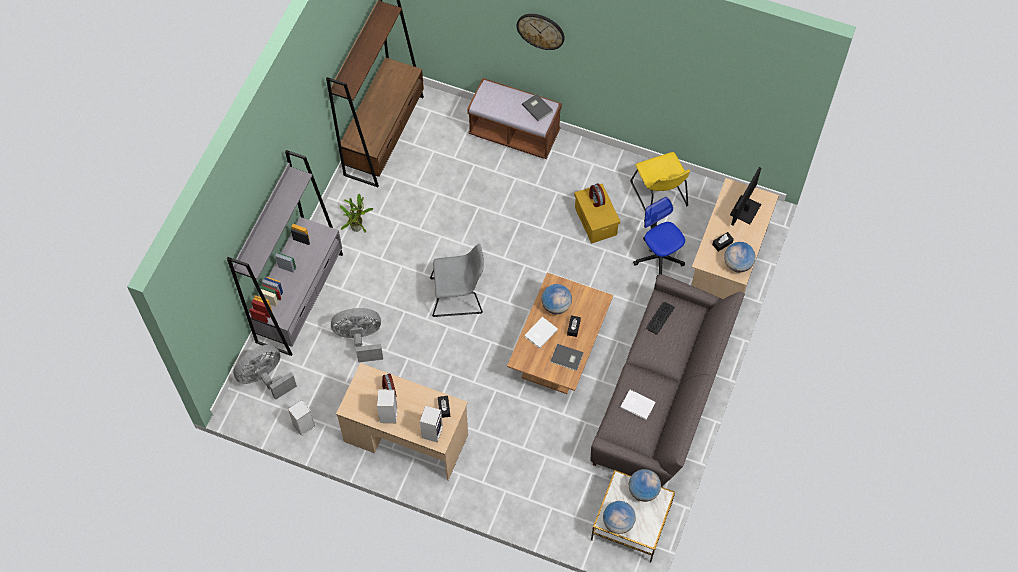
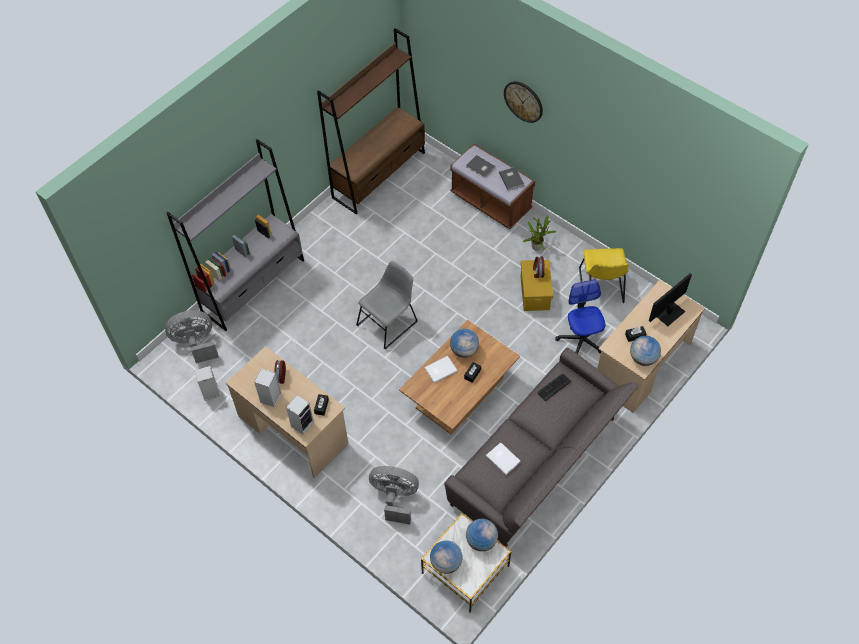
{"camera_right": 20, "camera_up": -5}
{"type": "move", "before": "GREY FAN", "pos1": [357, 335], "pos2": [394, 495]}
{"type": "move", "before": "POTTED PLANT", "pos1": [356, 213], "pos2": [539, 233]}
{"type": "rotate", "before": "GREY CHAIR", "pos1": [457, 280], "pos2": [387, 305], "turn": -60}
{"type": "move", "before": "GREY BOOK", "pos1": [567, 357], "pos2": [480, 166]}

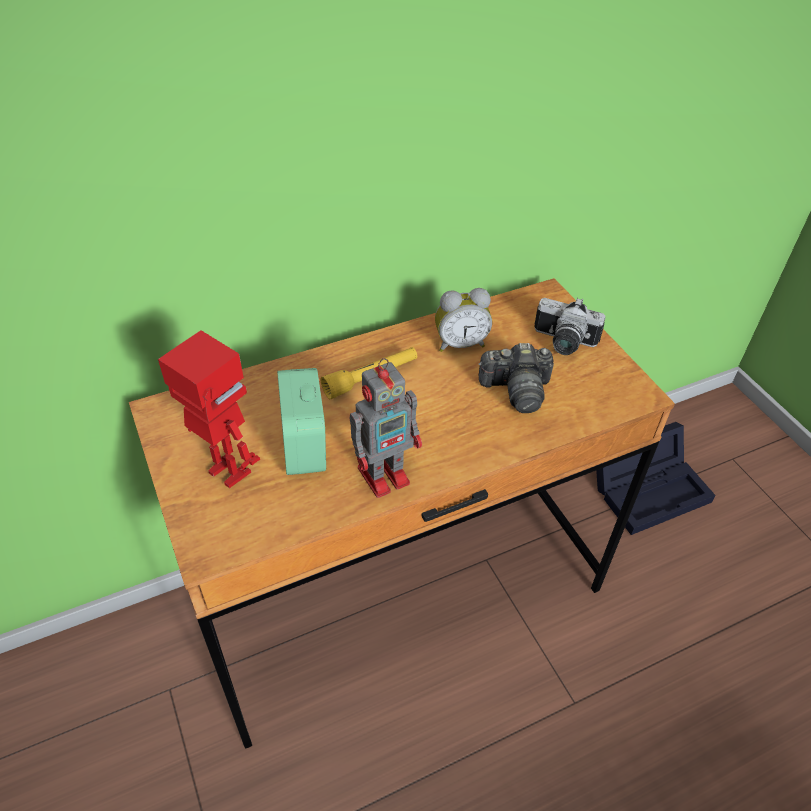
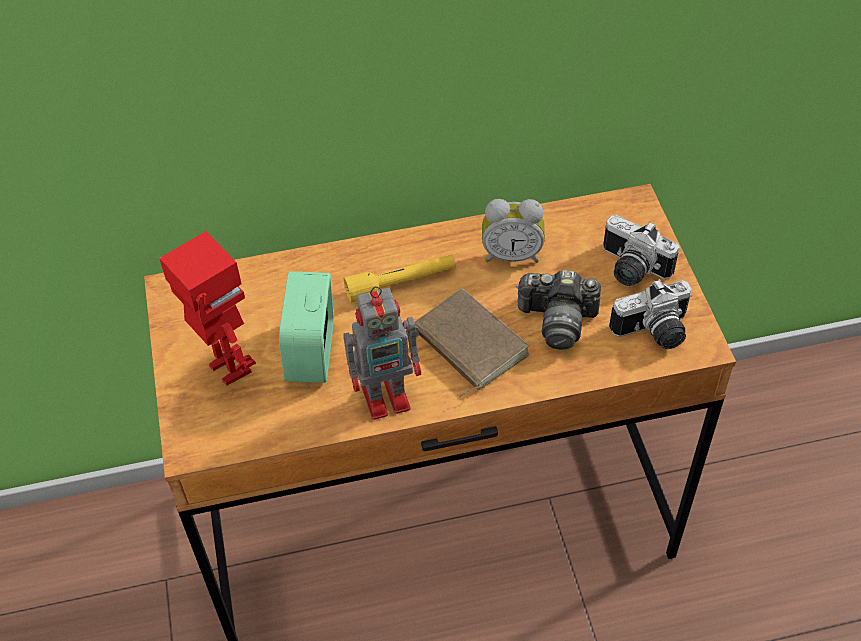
{"camera_right": 15, "camera_up": 5}
{"type": "delete", "before": "BLACK STORAGE BOX", "pos1": [656, 478]}
{"type": "insert", "after": "BROWN BOOK", "pos2": [472, 343]}
{"type": "insert", "after": "PHOTO CAMERA", "pos2": [650, 314]}

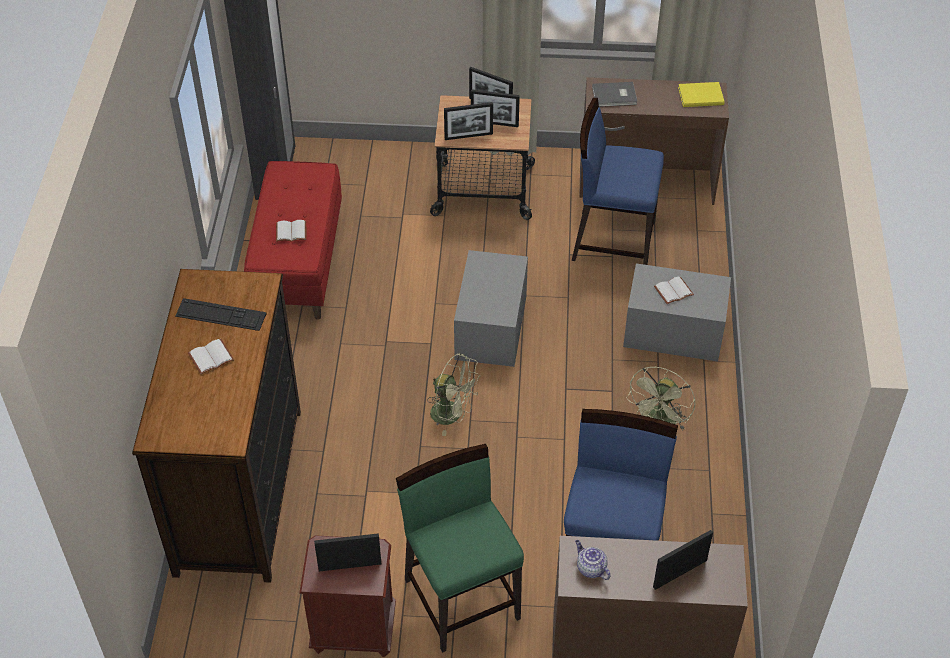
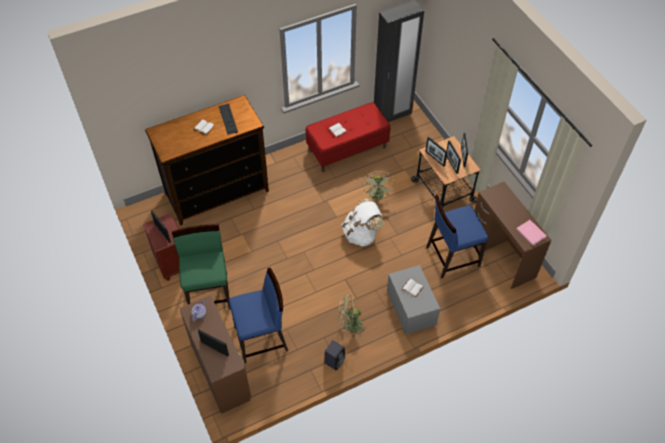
{"camera_right": 60, "camera_up": 5}
{"type": "rotate", "before": "GREEN CHAIR", "pos1": [460, 548], "pos2": [201, 267], "turn": -45}
{"type": "move", "before": "GREEN FAN", "pos1": [453, 394], "pos2": [378, 185]}
{"type": "replace", "before": "GREY STORAGE BOX", "after": "WHITE BACKPACK", "pos1": [491, 308], "pos2": [363, 223]}
{"type": "rotate", "before": "BLUE CHAIR", "pos1": [618, 181], "pos2": [457, 236], "turn": -90}
{"type": "delete", "before": "GREY BOOK", "pos1": [614, 94]}
{"type": "recolor", "before": "YELLOW BOOK", "after": "PINK BOOK", "pos1": [701, 94], "pos2": [531, 233]}
{"type": "insert", "after": "BLACK SPEAKER", "pos2": [335, 355]}

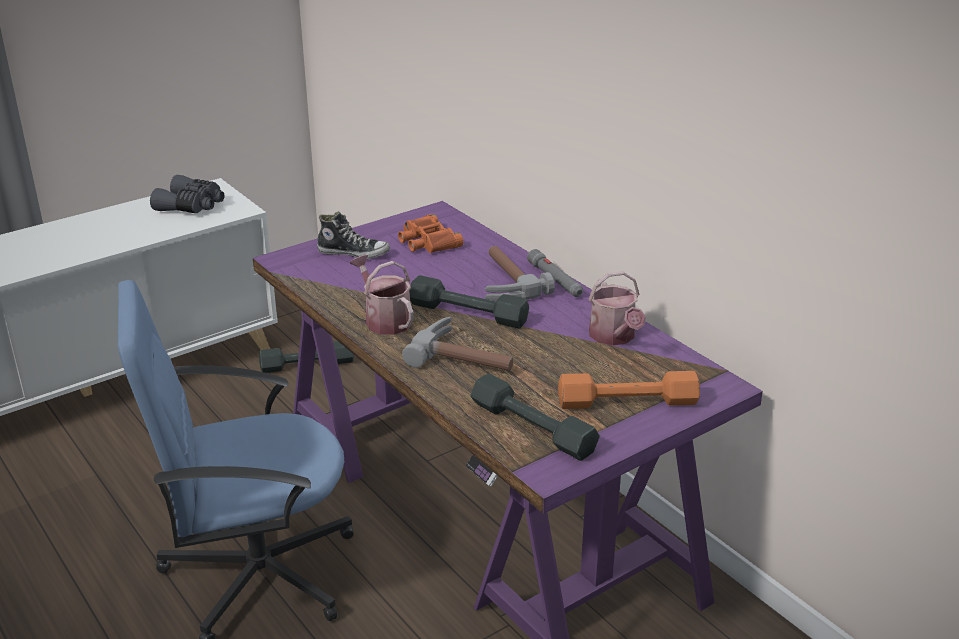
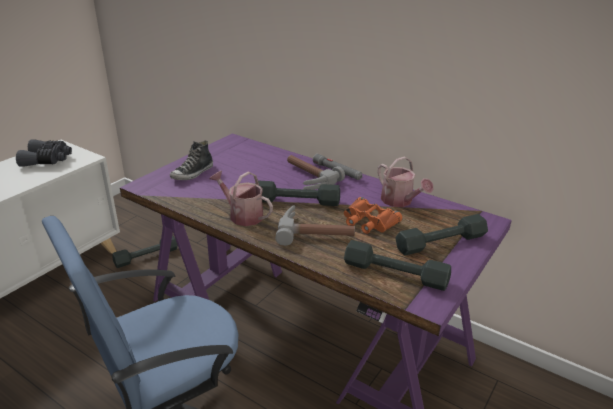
{"camera_right": -20, "camera_up": 0}
{"type": "rotate", "before": "SHOE", "pos1": [353, 235], "pos2": [191, 160], "turn": 135}
{"type": "move", "before": "ORANGE BINOCULARS", "pos1": [430, 233], "pos2": [373, 215]}
{"type": "recolor", "before": "ORANGE DUMBBELL", "after": "GREY DUMBBELL", "pos1": [629, 390], "pos2": [441, 235]}

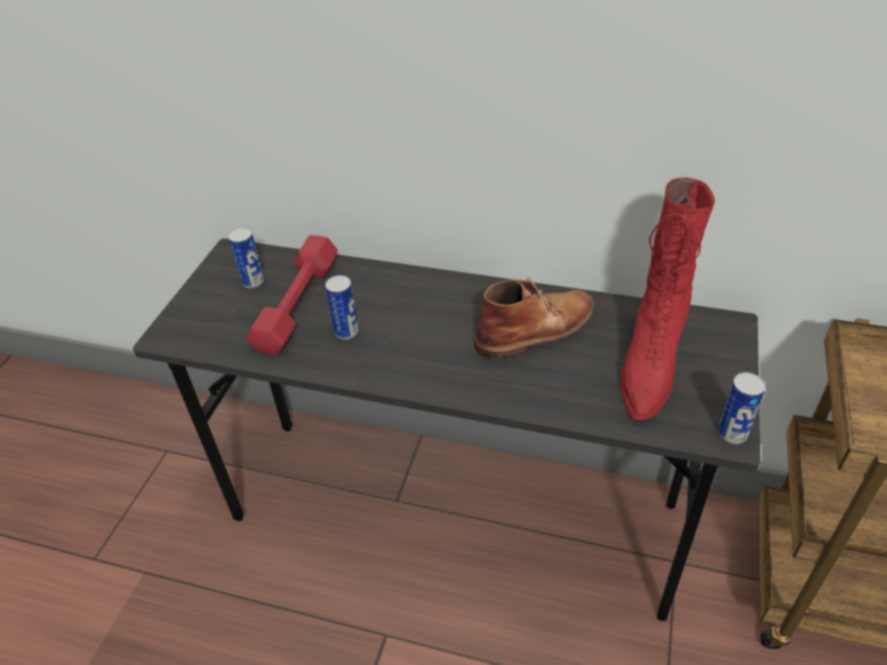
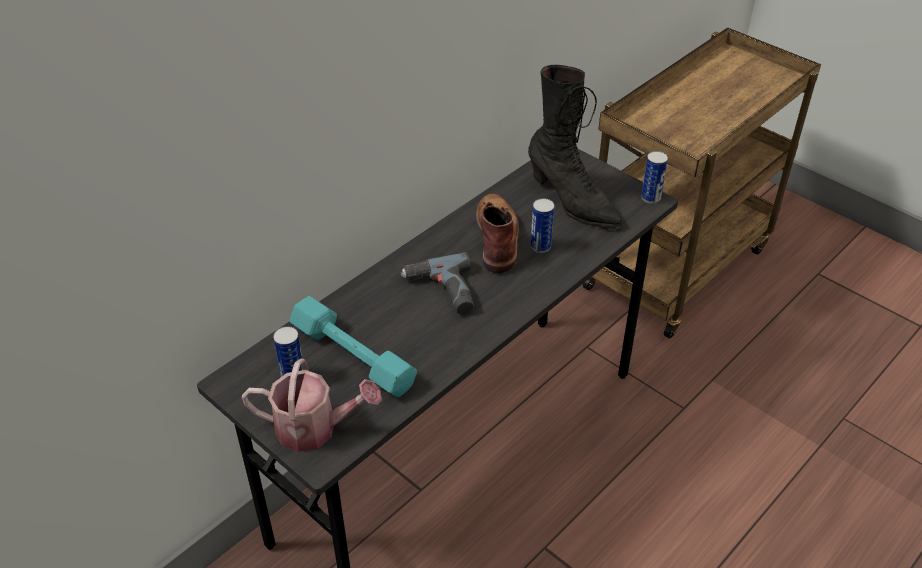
{"camera_right": -65, "camera_up": 0}
{"type": "recolor", "before": "RED DUMBBELL", "after": "TURQUOISE DUMBBELL", "pos1": [292, 294], "pos2": [353, 347]}
{"type": "move", "before": "CAN", "pos1": [342, 307], "pos2": [542, 225]}
{"type": "recolor", "before": "RED BOOT", "after": "BLACK BOOT", "pos1": [667, 298], "pos2": [575, 147]}
{"type": "insert", "after": "WATERING CAN", "pos2": [312, 405]}
{"type": "insert", "after": "POWER DRILL", "pos2": [437, 283]}

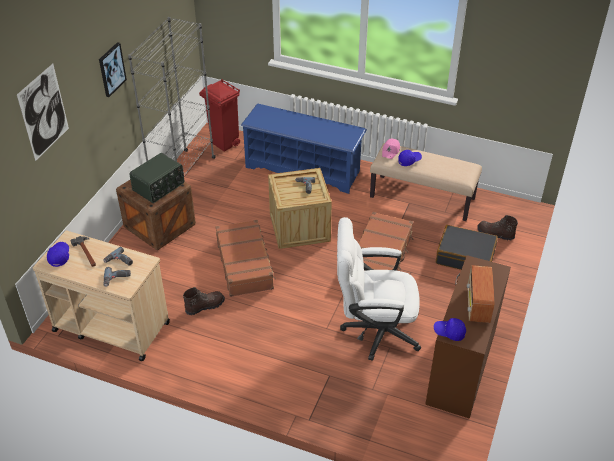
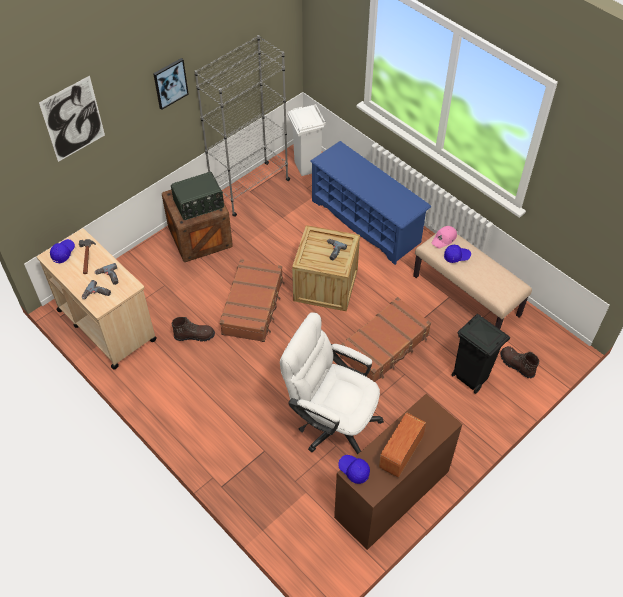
{"camera_right": 25, "camera_up": 10}
{"type": "recolor", "before": "RED TRASH CAN", "after": "WHITE TRASH CAN", "pos1": [219, 115], "pos2": [306, 140]}
{"type": "replace", "before": "BLACK SUITCASE", "after": "BLACK TRASH CAN", "pos1": [467, 247], "pos2": [481, 354]}

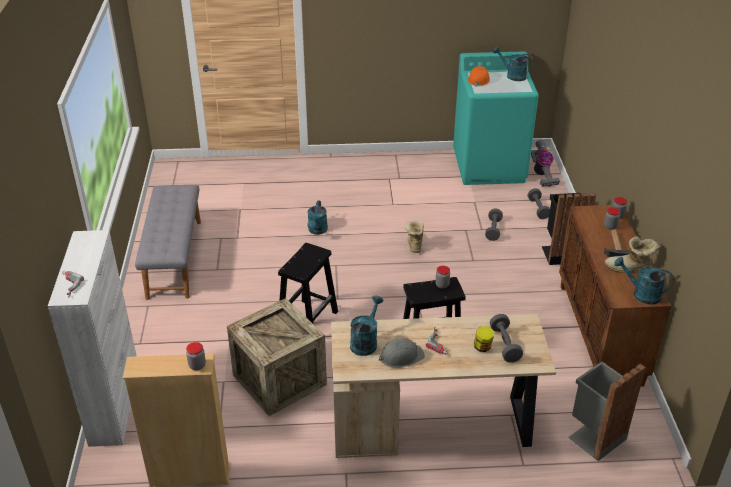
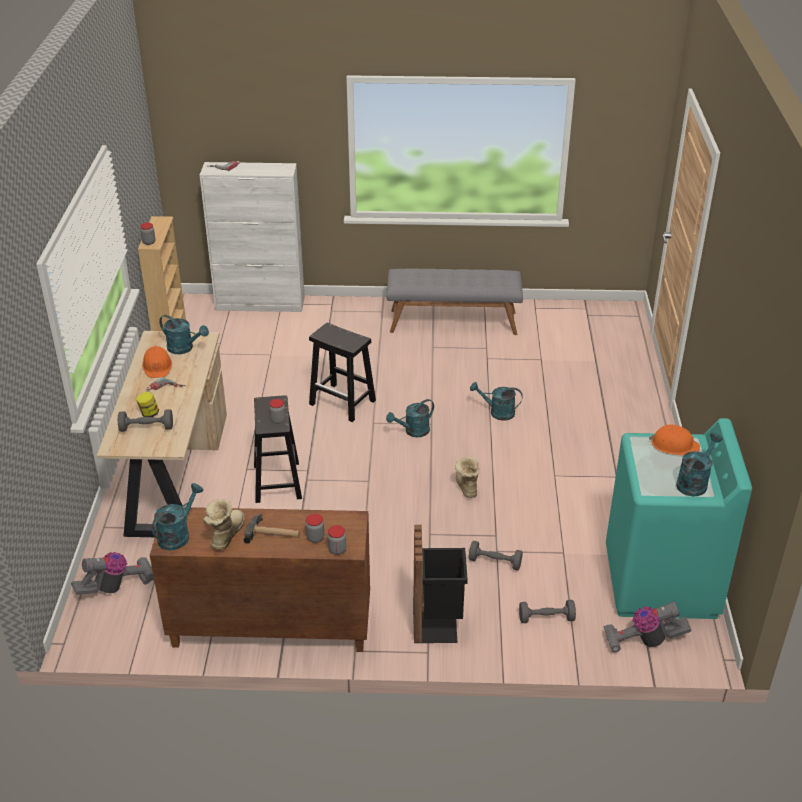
{"camera_right": 95, "camera_up": 0}
{"type": "delete", "before": "CRATE", "pos1": [277, 357]}
{"type": "recolor", "before": "GREY HARD HAT", "after": "ORANGE HARD HAT", "pos1": [402, 353], "pos2": [157, 362]}
{"type": "rotate", "before": "BOOT", "pos1": [414, 236], "pos2": [467, 477], "turn": -105}
{"type": "replace", "before": "GREY TRASH CAN", "after": "VACUUM CLEANER", "pos1": [607, 411], "pos2": [112, 573]}
{"type": "insert", "after": "TURQUOISE WATERING CAN", "pos2": [410, 418]}

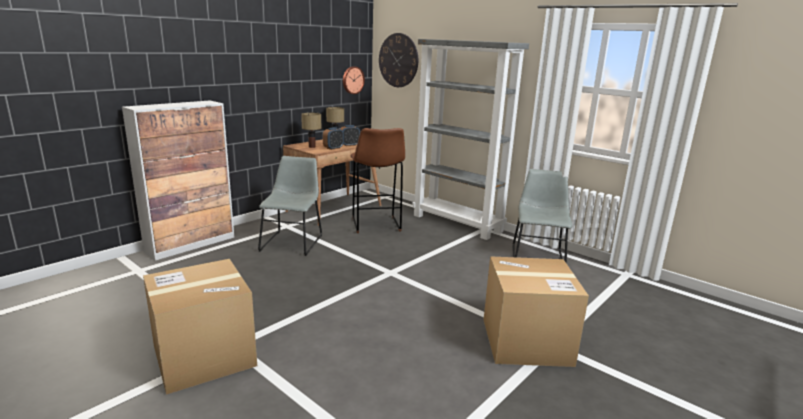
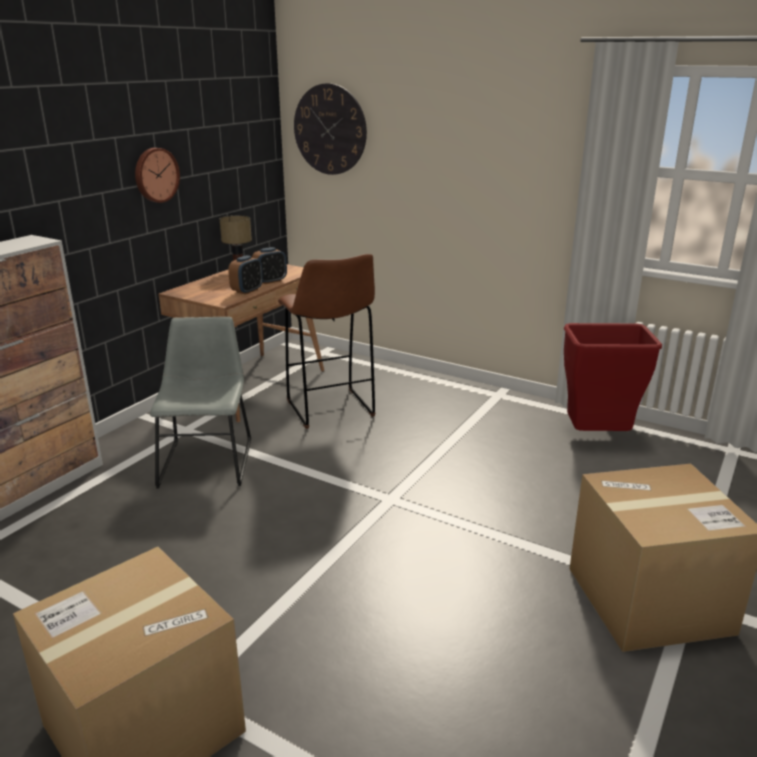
{"camera_right": -10, "camera_up": 5}
{"type": "delete", "before": "TABLE LAMP", "pos1": [311, 130]}
{"type": "move", "before": "WALL CLOCK", "pos1": [354, 80], "pos2": [157, 175]}
{"type": "delete", "before": "GREY BOOKCASE", "pos1": [470, 139]}
{"type": "replace", "before": "GREY CHAIR", "after": "RED TRASH CAN", "pos1": [542, 216], "pos2": [613, 377]}

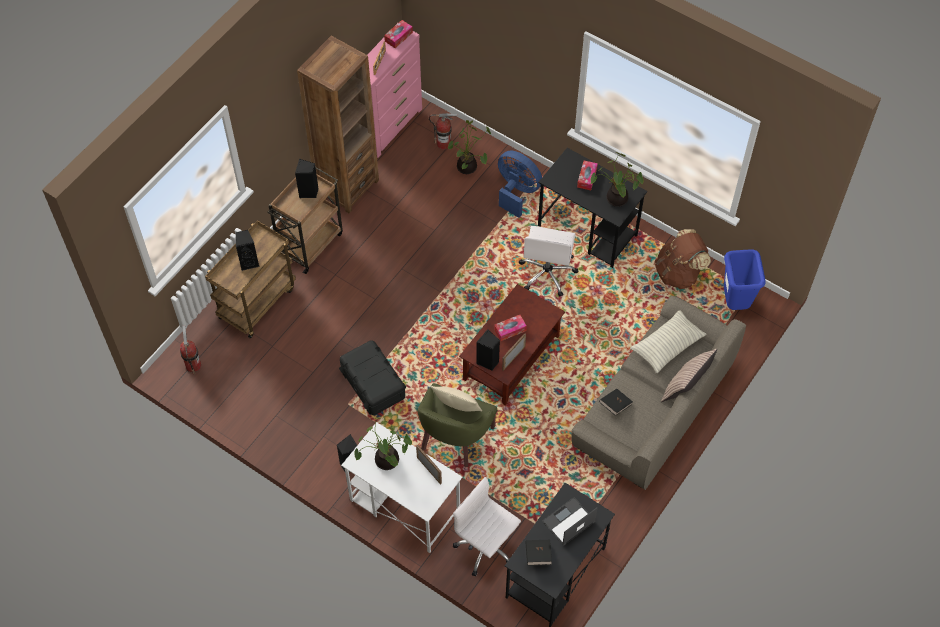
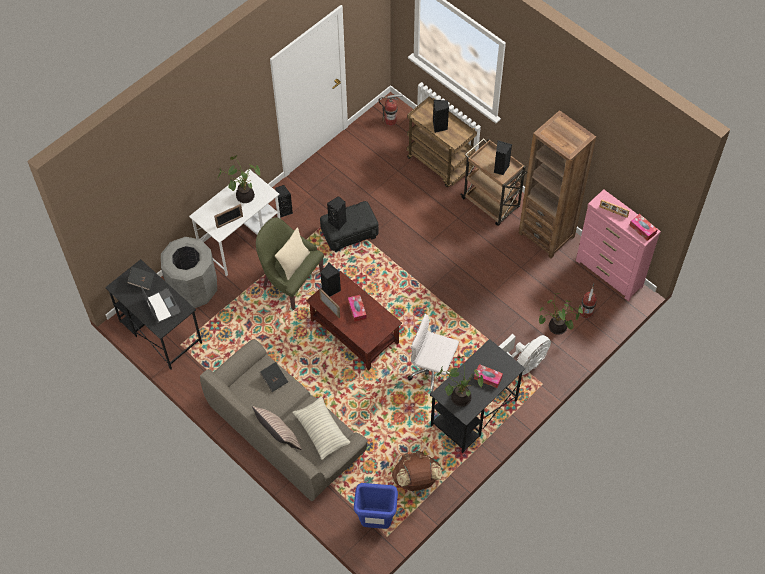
{"camera_right": 100, "camera_up": 0}
{"type": "replace", "before": "WHITE OFFICE CHAIR", "after": "GREY TRASH CAN", "pos1": [487, 526], "pos2": [189, 272]}
{"type": "recolor", "before": "BLUE FAN", "after": "WHITE FAN", "pos1": [520, 184], "pos2": [525, 354]}
{"type": "insert", "after": "BLACK SPEAKER", "pos2": [337, 213]}

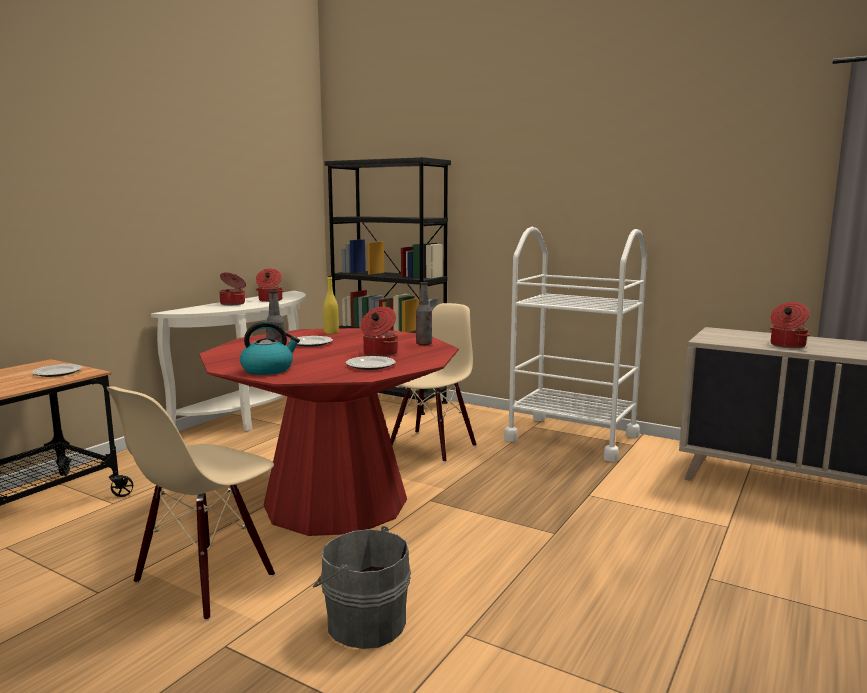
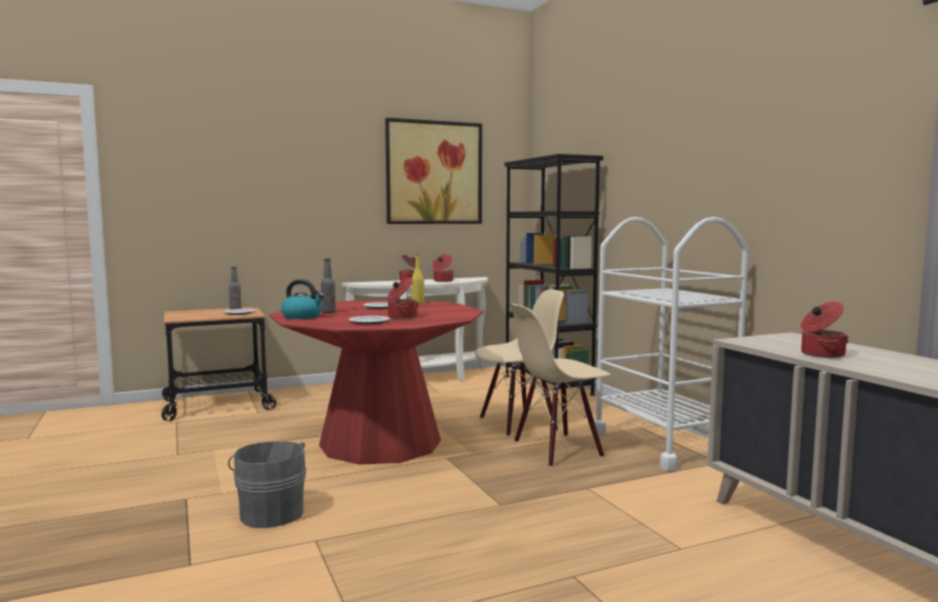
{"camera_right": 35, "camera_up": -5}
{"type": "move", "before": "BEIGE CHAIR", "pos1": [191, 503], "pos2": [560, 385]}
{"type": "move", "before": "BOTTLE", "pos1": [424, 313], "pos2": [235, 288]}
{"type": "insert", "after": "PICTURE", "pos2": [433, 171]}

